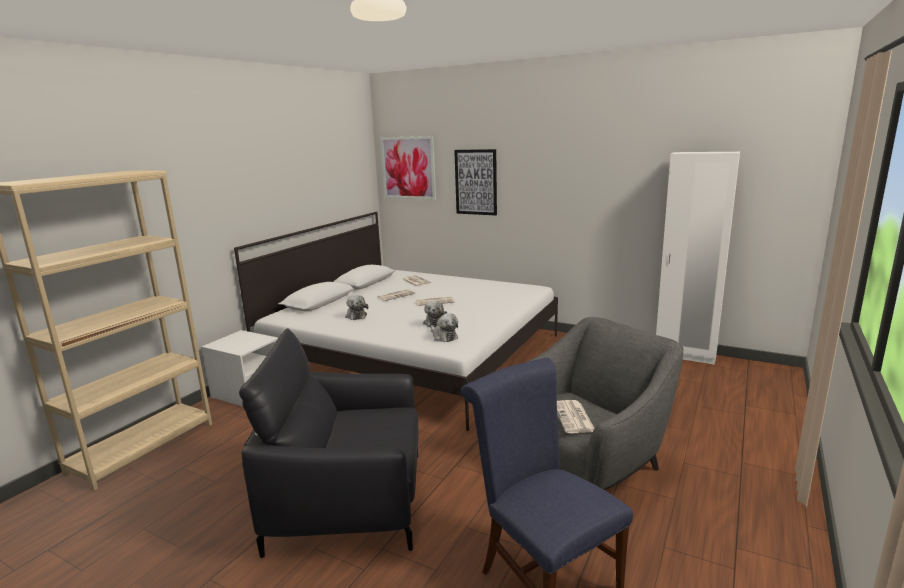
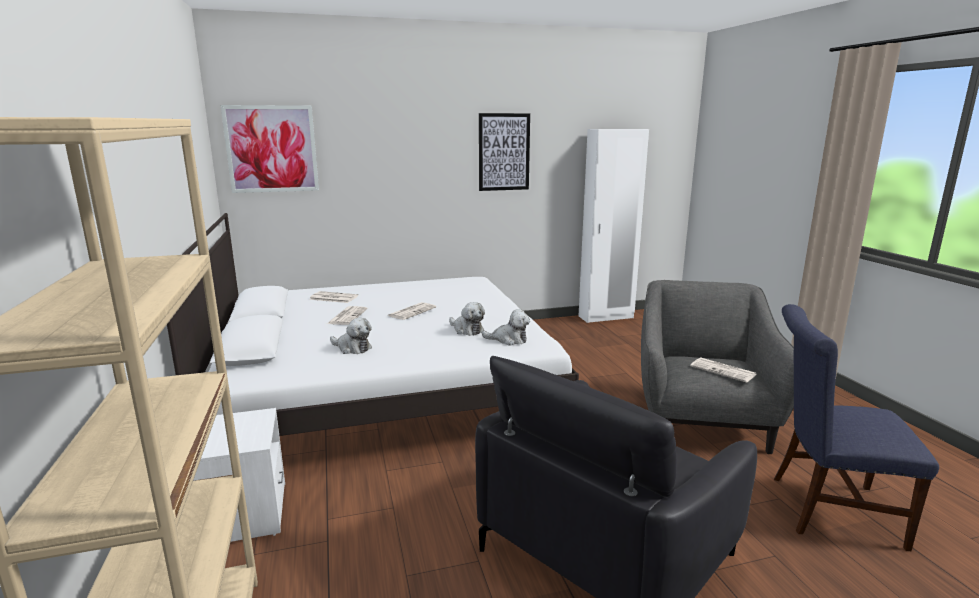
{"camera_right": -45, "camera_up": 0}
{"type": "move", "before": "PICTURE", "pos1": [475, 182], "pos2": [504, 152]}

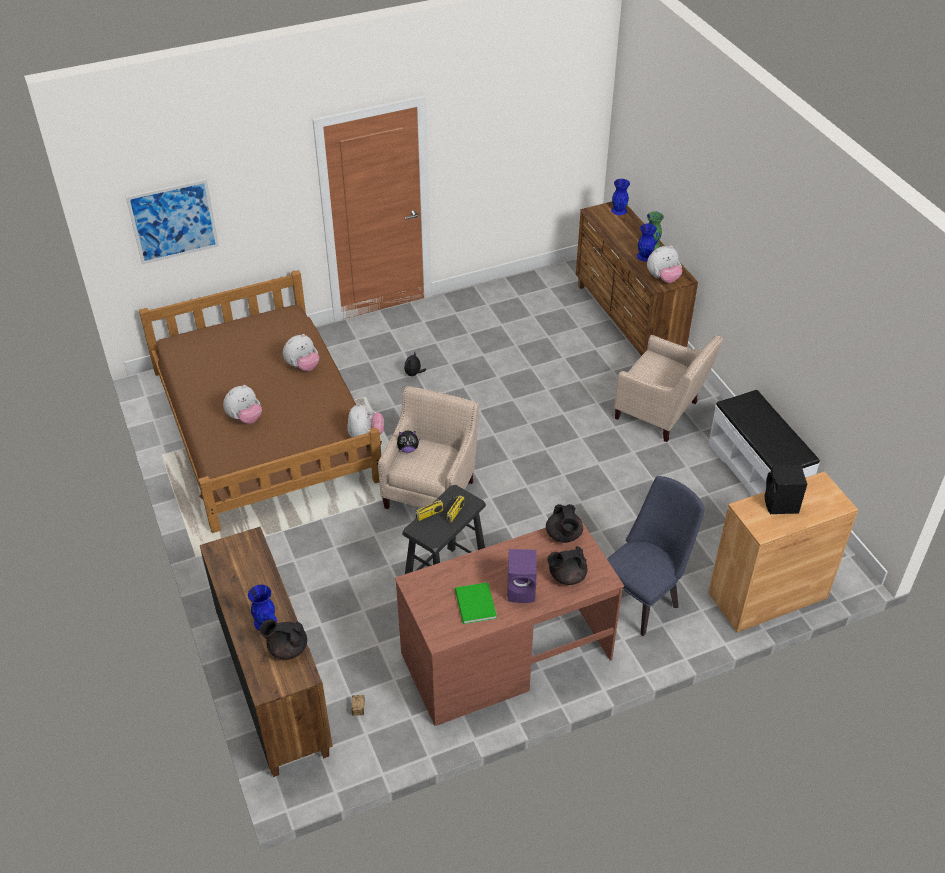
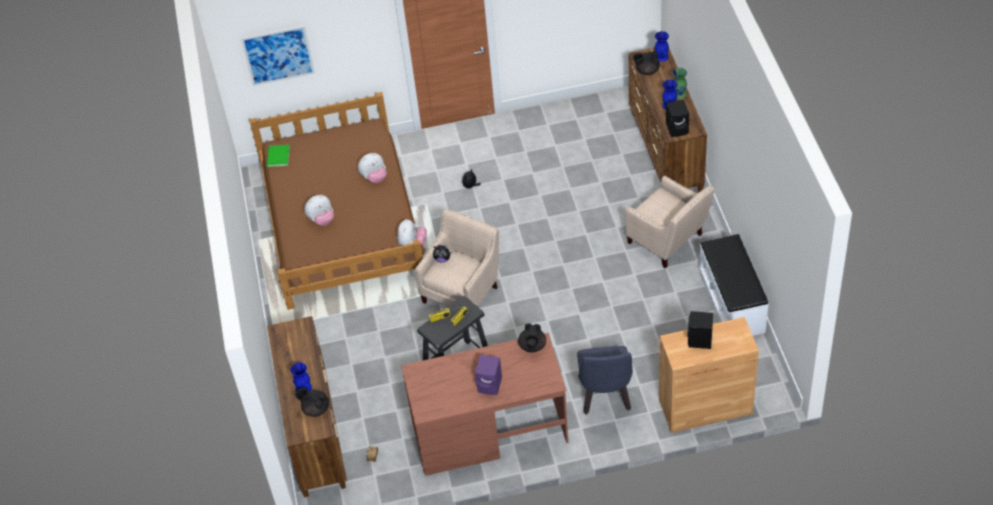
{"camera_right": 15, "camera_up": 5}
{"type": "move", "before": "GREEN BOOK", "pos1": [476, 603], "pos2": [278, 156]}
{"type": "move", "before": "BLACK TEAPOT", "pos1": [567, 565], "pos2": [646, 63]}
{"type": "rotate", "before": "BLUE CHAIR", "pos1": [656, 556], "pos2": [605, 380], "turn": 120}
{"type": "replace", "before": "PLUSH TOY", "after": "BLACK SPEAKER", "pos1": [664, 264], "pos2": [678, 118]}

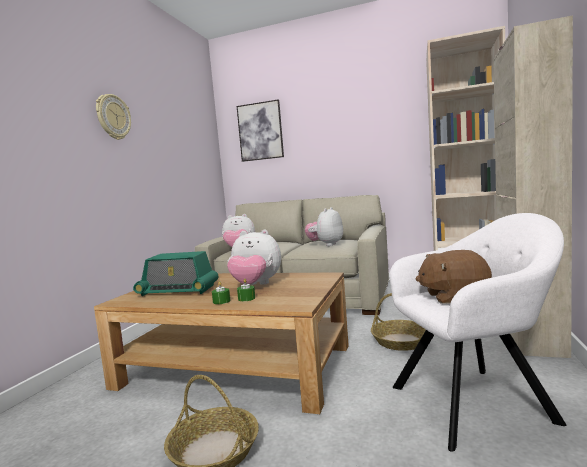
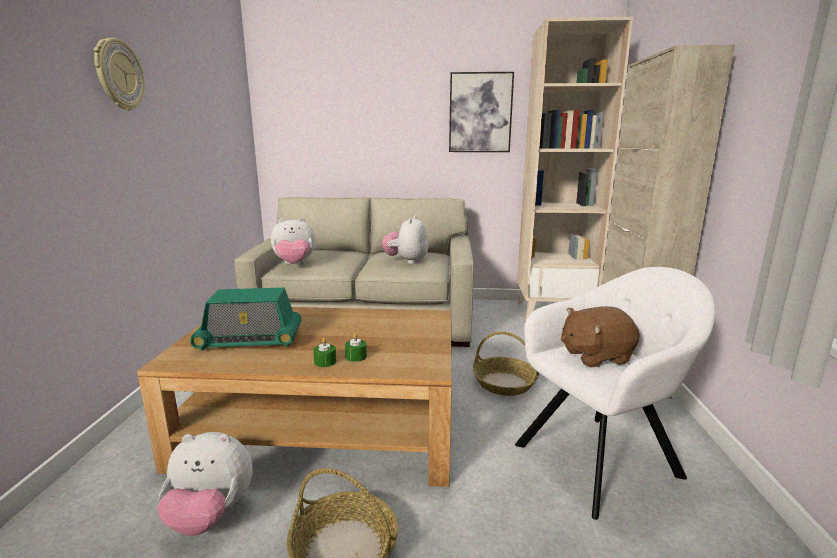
{"camera_right": -15, "camera_up": 10}
{"type": "move", "before": "PLUSH TOY", "pos1": [254, 257], "pos2": [205, 484]}
{"type": "move", "before": "PICTURE", "pos1": [260, 130], "pos2": [481, 112]}

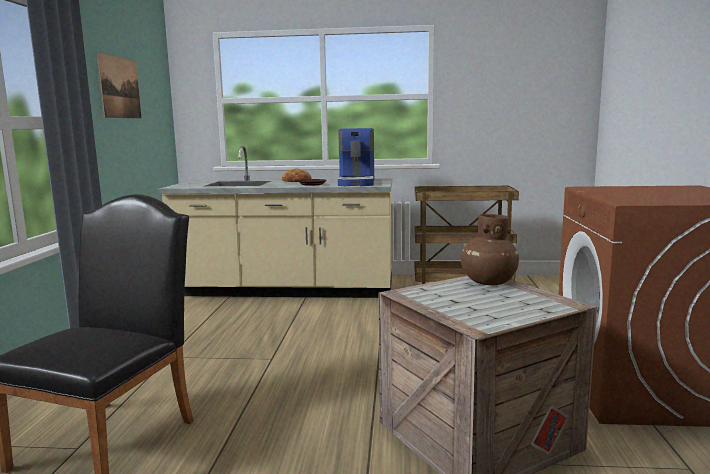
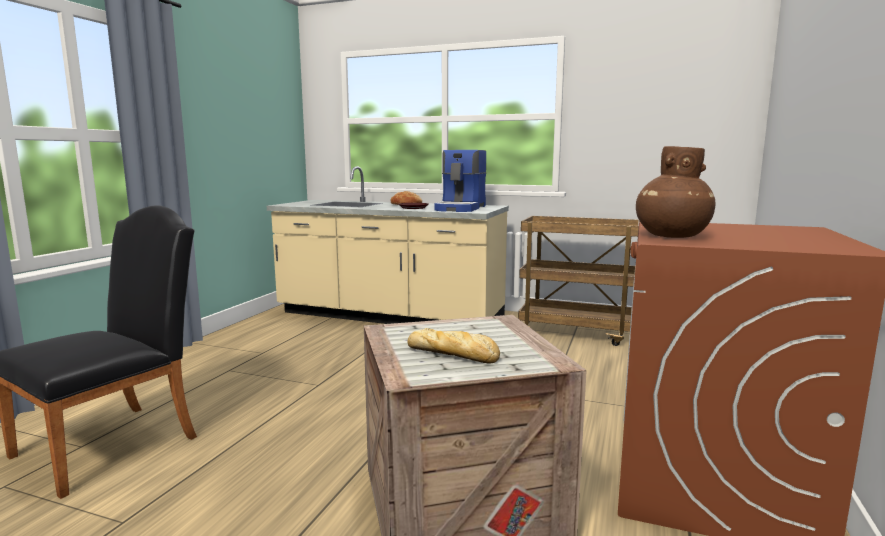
{"camera_right": 15, "camera_up": 0}
{"type": "delete", "before": "PICTURE", "pos1": [119, 85]}
{"type": "move", "before": "BROWN VASE", "pos1": [490, 249], "pos2": [675, 192]}
{"type": "insert", "after": "BREAD", "pos2": [454, 345]}

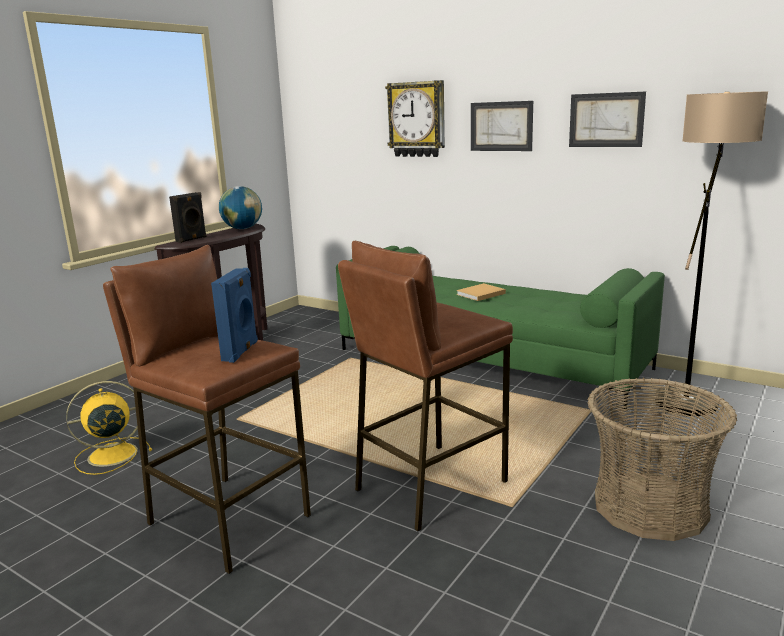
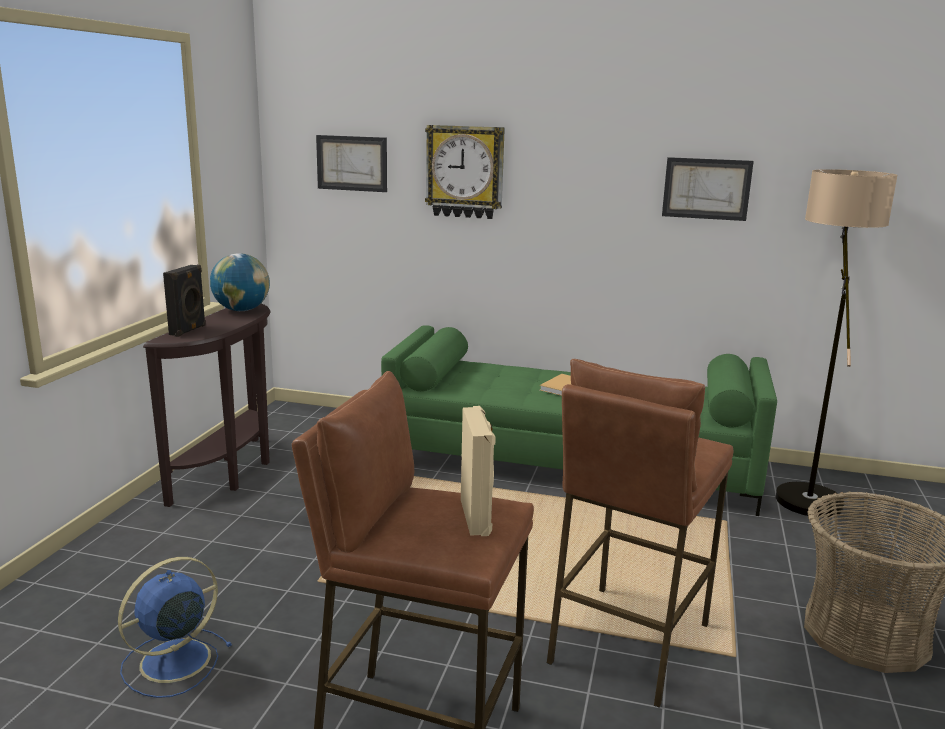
{"camera_right": -20, "camera_up": 0}
{"type": "recolor", "before": "YELLOW FAN", "after": "BLUE FAN", "pos1": [109, 428], "pos2": [175, 627]}
{"type": "recolor", "before": "BLUE SPEAKER", "after": "BEIGE SPEAKER", "pos1": [234, 315], "pos2": [478, 471]}
{"type": "move", "before": "PICTURE", "pos1": [502, 126], "pos2": [351, 163]}

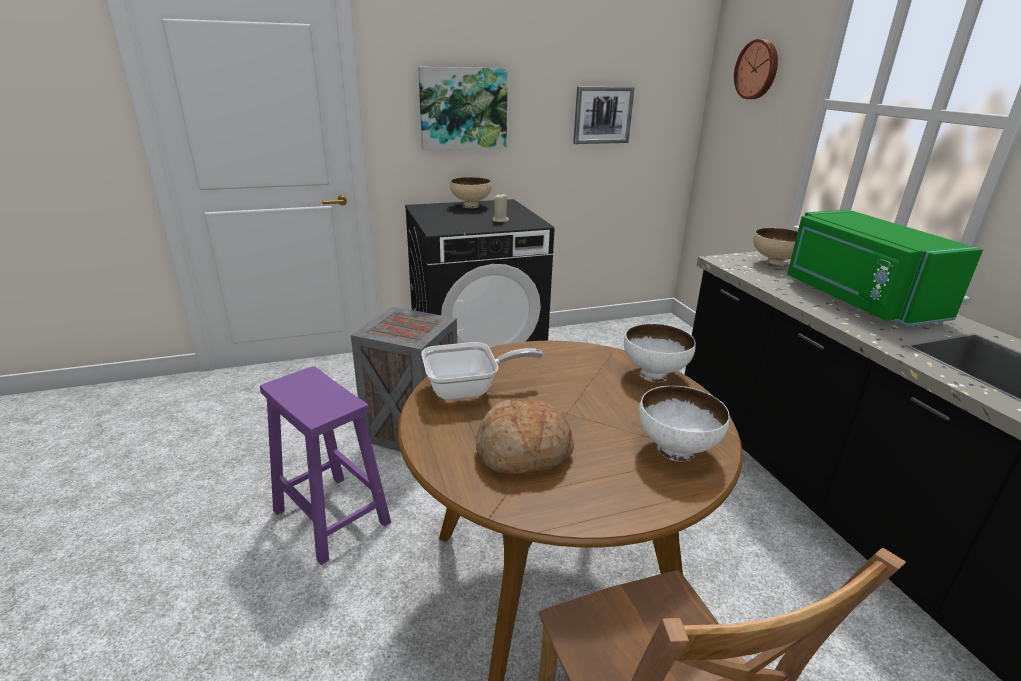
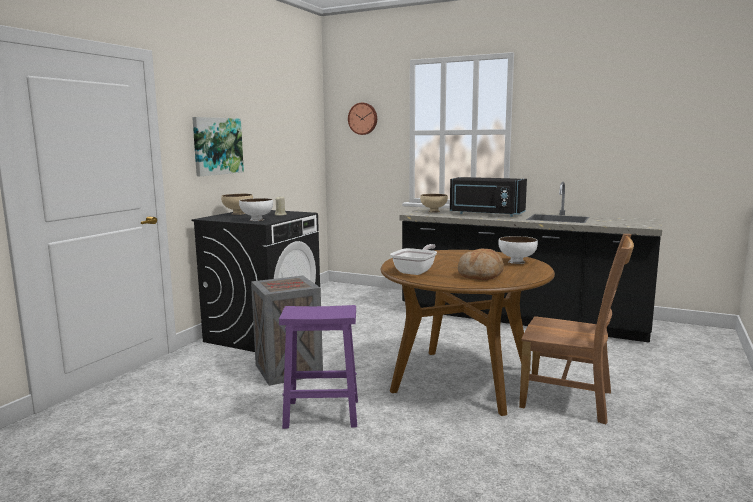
{"camera_right": -45, "camera_up": -15}
{"type": "delete", "before": "PICTURE", "pos1": [604, 115]}
{"type": "move", "before": "WHITE BOWL", "pos1": [660, 353], "pos2": [256, 209]}
{"type": "recolor", "before": "GREEN MICROWAVE", "after": "BLACK MICROWAVE", "pos1": [885, 268], "pos2": [488, 197]}

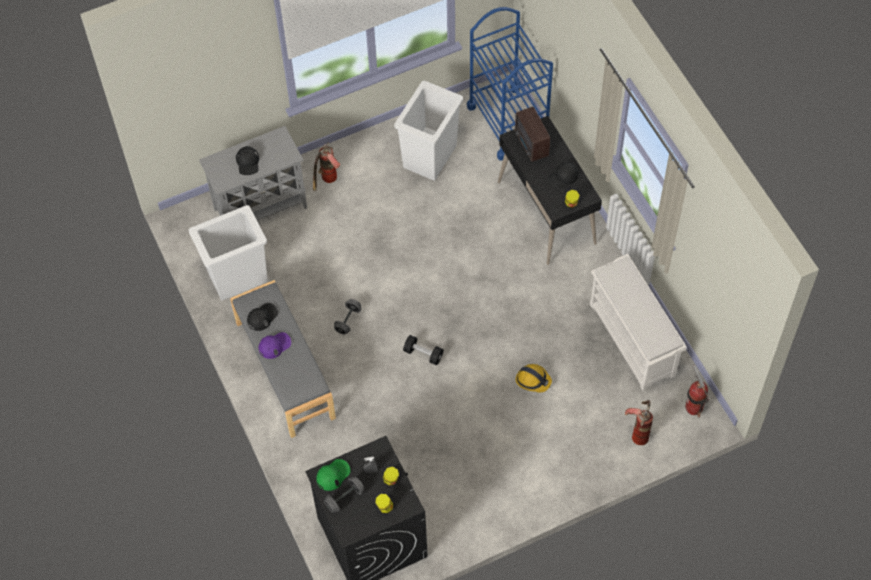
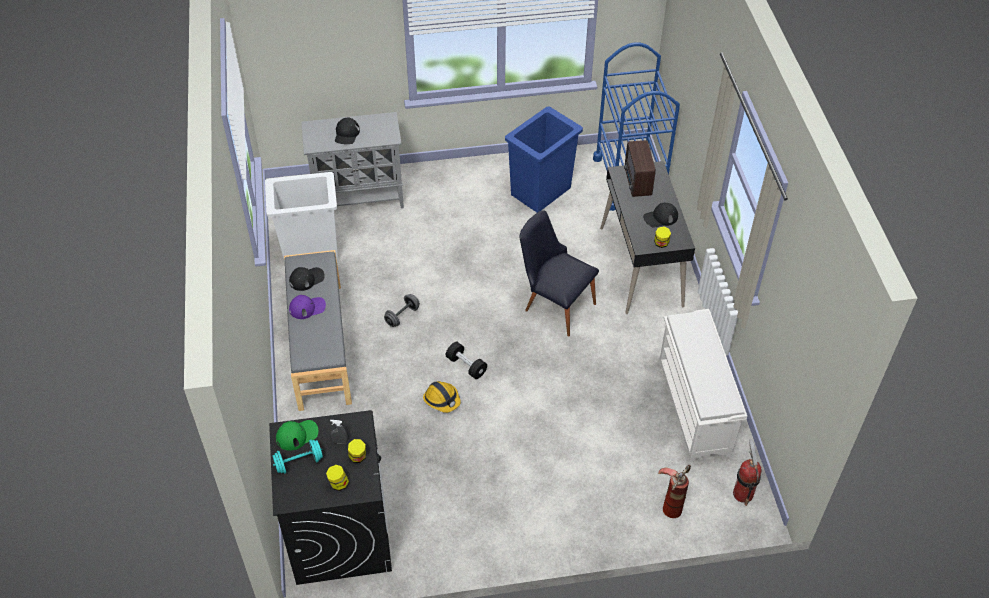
{"camera_right": 15, "camera_up": -10}
{"type": "delete", "before": "FIRE EXTINGUISHER", "pos1": [326, 166]}
{"type": "recolor", "before": "GREY DUMBBELL", "after": "TURQUOISE DUMBBELL", "pos1": [344, 495], "pos2": [297, 457]}
{"type": "recolor", "before": "WHITE TRASH CAN", "after": "BLUE TRASH CAN", "pos1": [428, 131], "pos2": [544, 159]}
{"type": "move", "before": "HARD HAT", "pos1": [533, 378], "pos2": [442, 397]}
{"type": "insert", "after": "BLACK CHAIR", "pos2": [559, 273]}

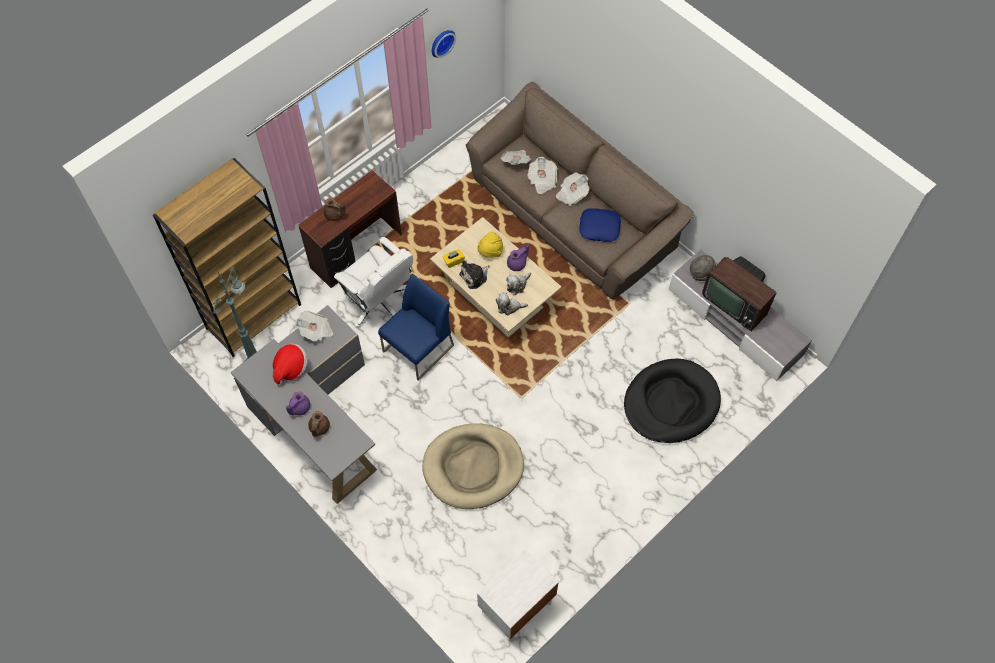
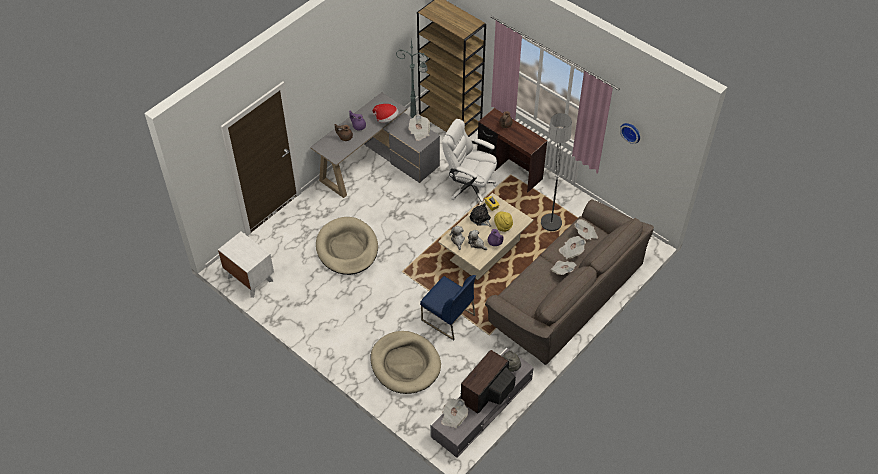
{"camera_right": 85, "camera_up": -10}
{"type": "rotate", "before": "WHITE OFFICE CHAIR", "pos1": [373, 282], "pos2": [470, 161], "turn": 75}
{"type": "move", "before": "BLUE CHAIR", "pos1": [416, 327], "pos2": [448, 307]}
{"type": "delete", "before": "BLUE PILLOW", "pos1": [600, 225]}
{"type": "recolor", "before": "BLACK DOG BED", "after": "BEIGE DOG BED", "pos1": [672, 401], "pos2": [406, 362]}
{"type": "insert", "after": "NEWSPAPER", "pos2": [454, 413]}
{"type": "insert", "after": "FLOOR LAMP", "pos2": [556, 172]}

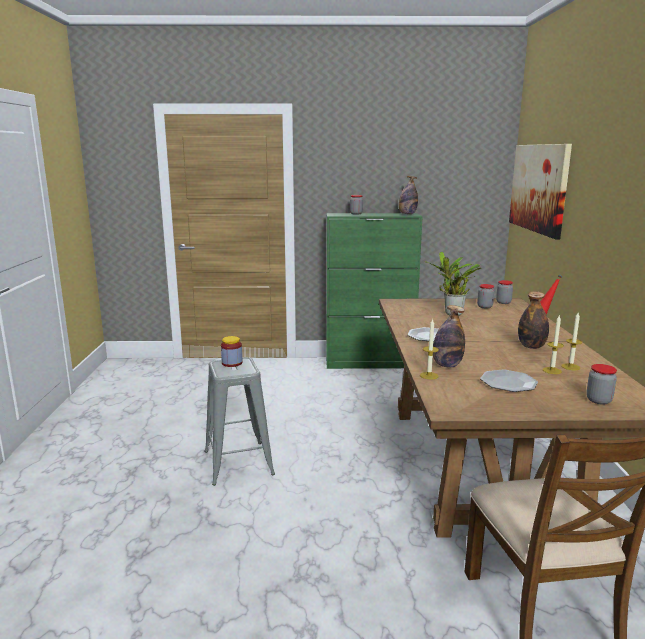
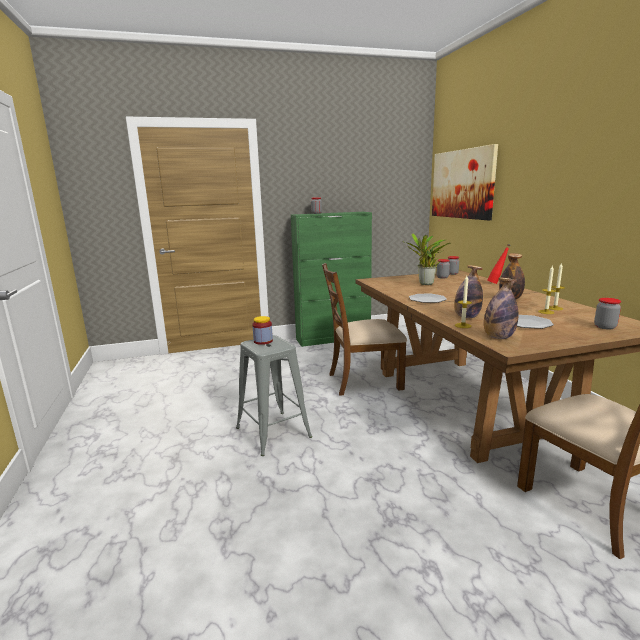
{"camera_right": -15, "camera_up": 0}
{"type": "move", "before": "BOTTLE", "pos1": [408, 195], "pos2": [501, 308]}
{"type": "insert", "after": "BROWN CHAIR", "pos2": [364, 329]}

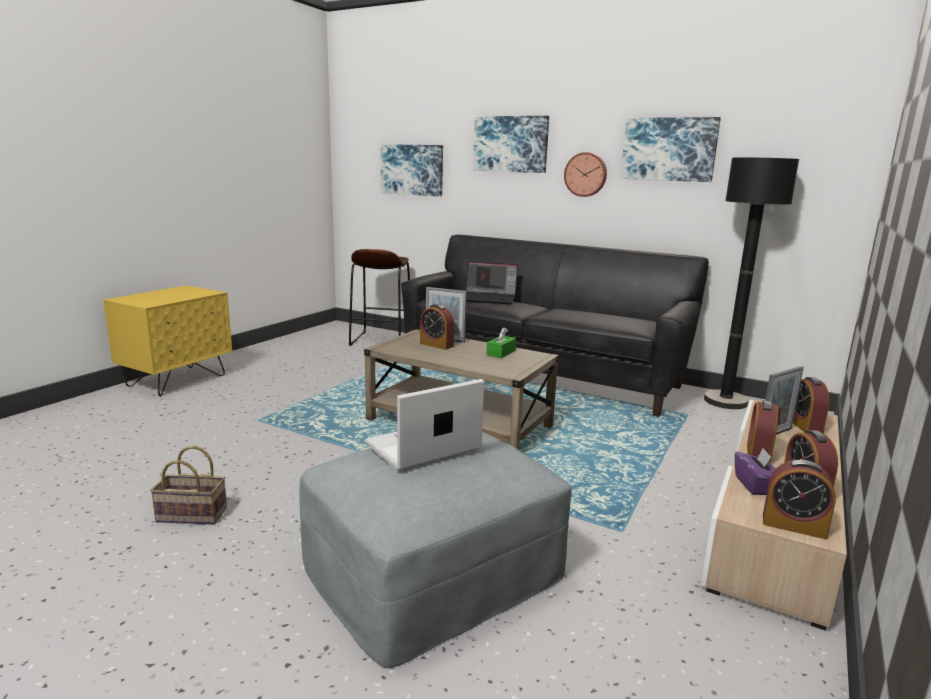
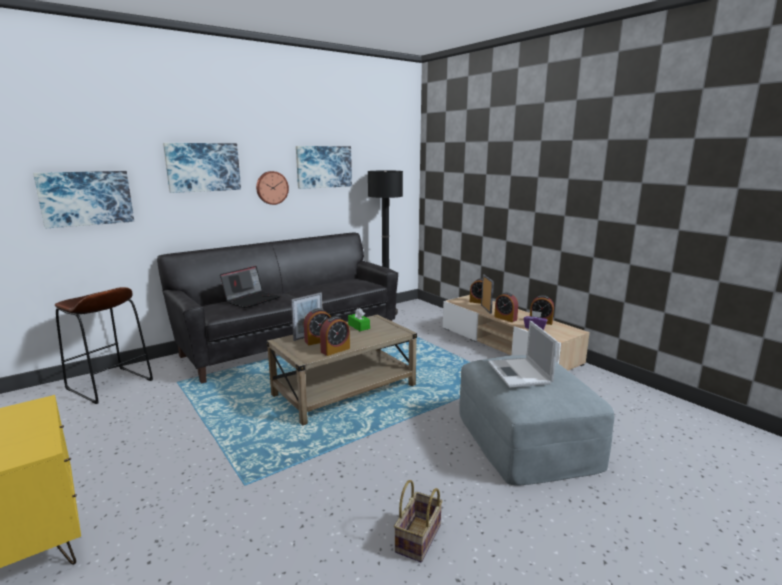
{"camera_right": -65, "camera_up": 0}
{"type": "move", "before": "ALARM CLOCK", "pos1": [799, 499], "pos2": [335, 336]}

